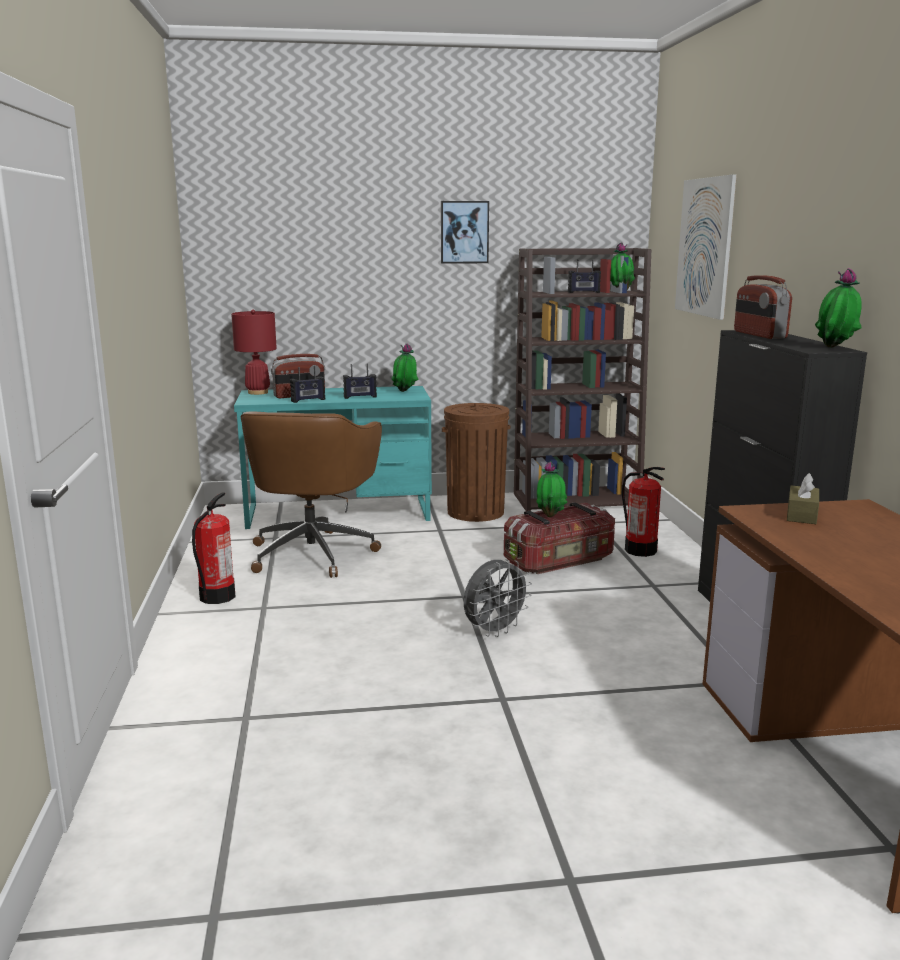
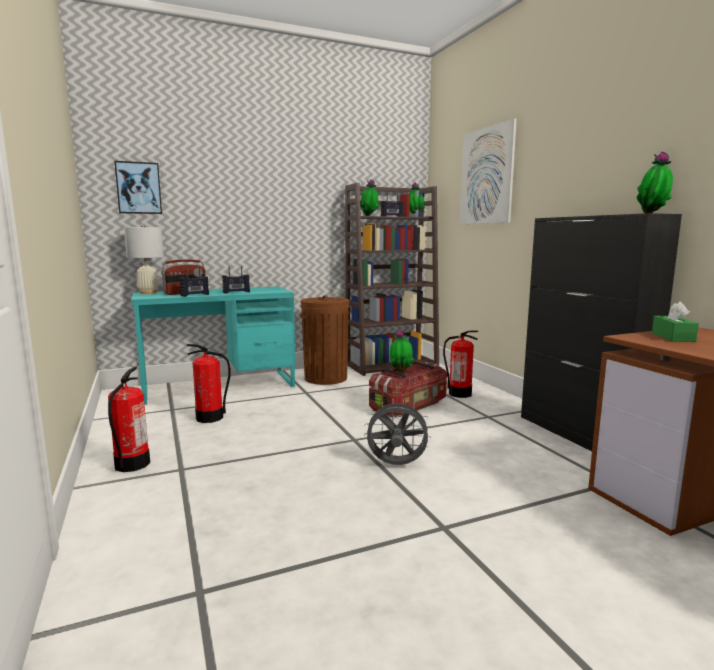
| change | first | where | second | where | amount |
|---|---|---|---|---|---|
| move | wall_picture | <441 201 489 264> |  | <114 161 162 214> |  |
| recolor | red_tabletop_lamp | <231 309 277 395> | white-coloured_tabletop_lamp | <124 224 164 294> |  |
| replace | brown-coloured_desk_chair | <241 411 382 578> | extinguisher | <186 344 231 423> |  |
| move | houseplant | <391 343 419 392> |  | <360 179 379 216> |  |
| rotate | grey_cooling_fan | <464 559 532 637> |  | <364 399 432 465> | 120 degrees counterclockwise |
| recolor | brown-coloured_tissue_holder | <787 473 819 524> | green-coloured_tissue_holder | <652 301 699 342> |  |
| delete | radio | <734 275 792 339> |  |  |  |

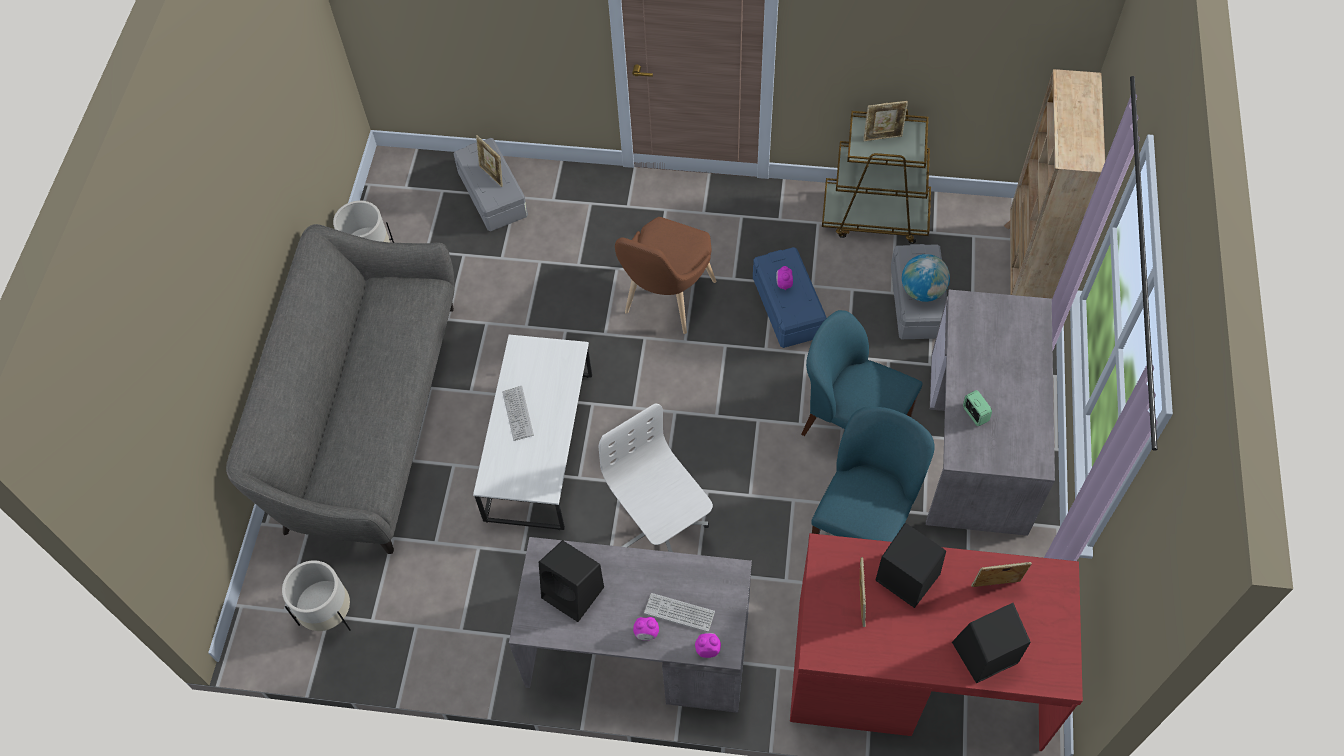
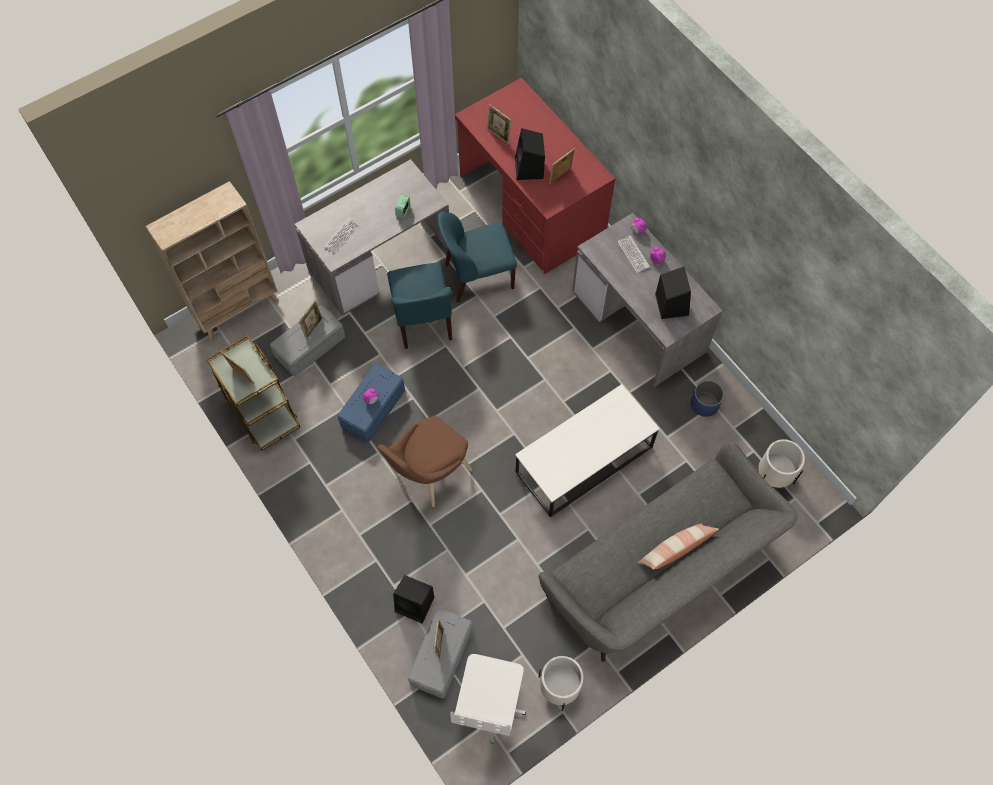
| change | first | where | second | where | amount |
|---|---|---|---|---|---|
| replace | desk_globe | <902 254 950 302> | photo_frame | <299 300 323 340> |  |
| move | keyboard | <502 386 534 441> |  | <324 218 360 254> |  |
| rotate | brown-coloured_plain_chair | <615 217 716 334> |  | <377 416 472 507> | 150 degrees clockwise |
| move | black_loudspeaker | <952 603 1031 683> |  | <393 575 434 624> |  |
| move | white-coloured_desk_chair | <599 404 713 552> |  | <450 654 526 744> |  |
| insert |  |  | cushion | <638 524 719 570> |  |
| insert |  |  | blue_flower_pot | <691 380 724 417> |  |

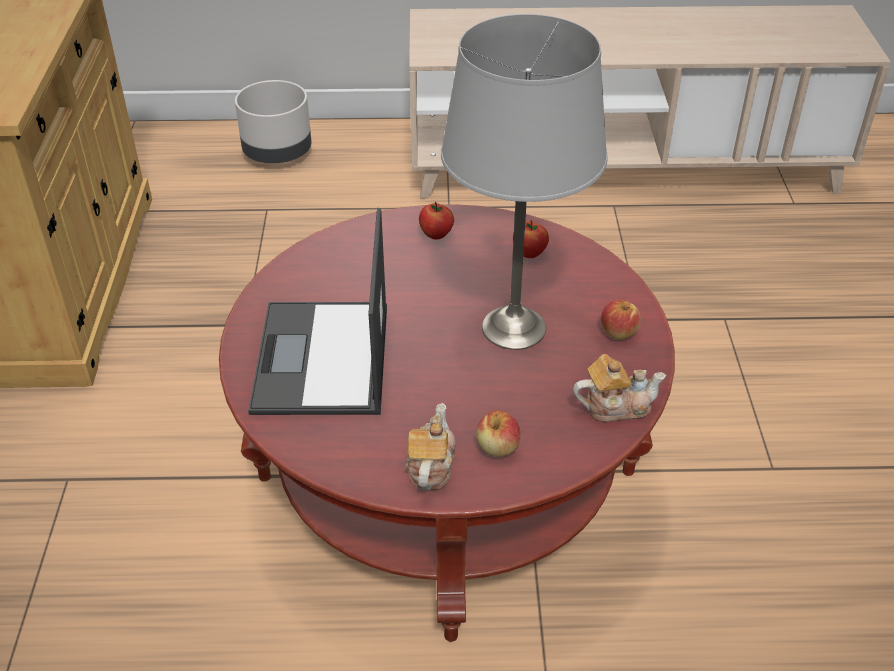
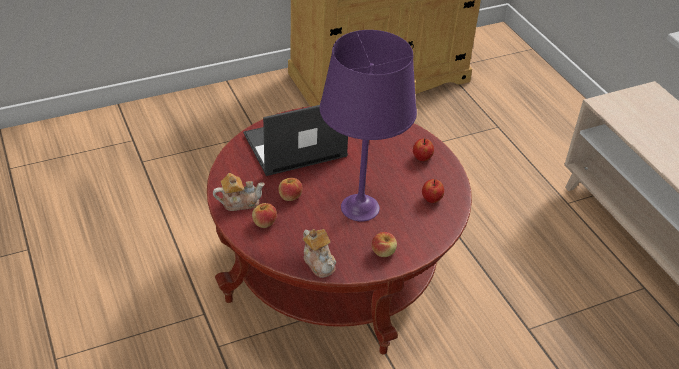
| change | first | where | second | where | amount |
|---|---|---|---|---|---|
| insert |  |  | apple_fruit | <279 178 303 201> |  |
| recolor | grey_tabletop_lamp | <441 14 607 350> | purple_tabletop_lamp | <320 30 417 222> |  |
| delete | grey_flower_pot | <235 80 312 163> |  |  |  |

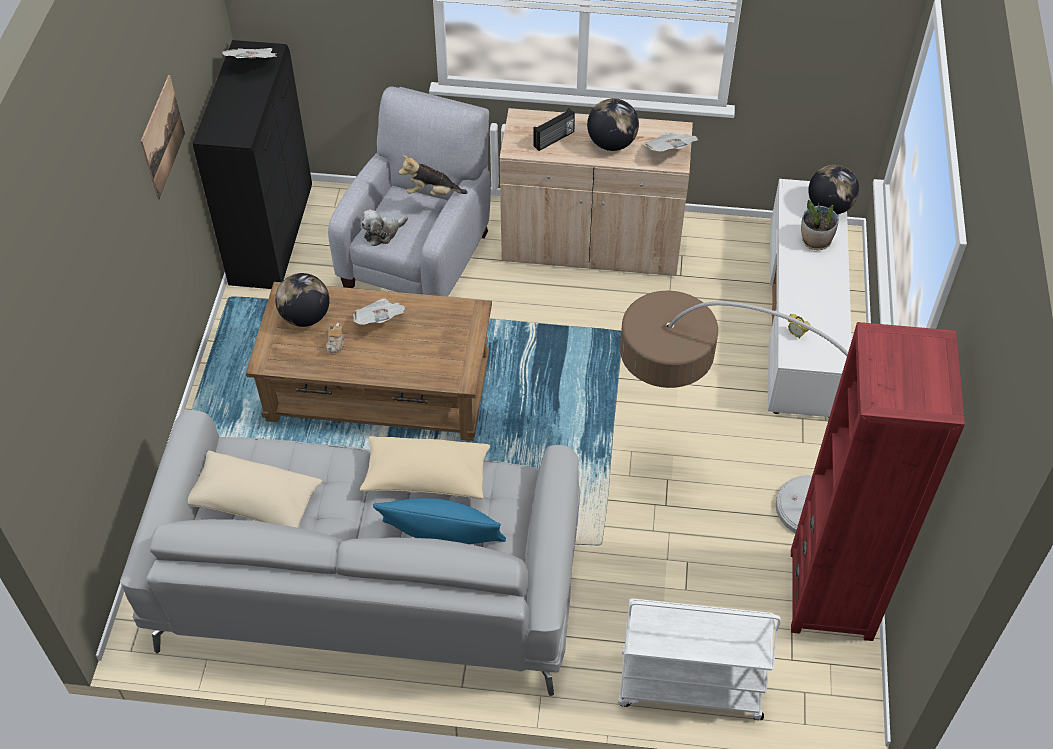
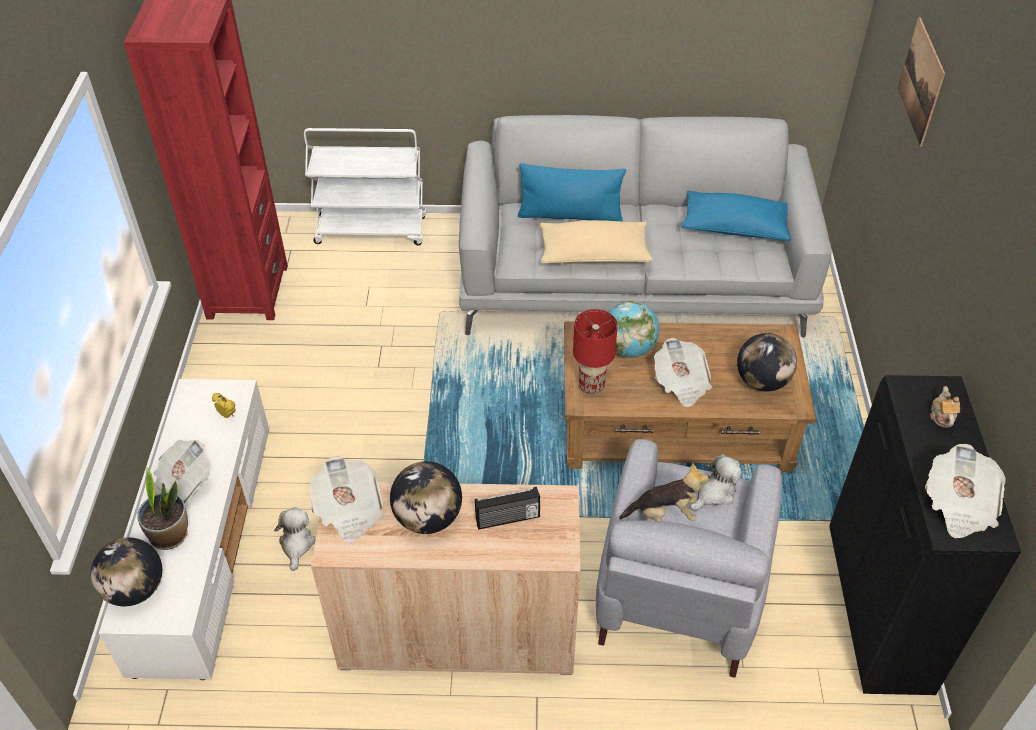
| change | first | where | second | where | amount |
|---|---|---|---|---|---|
| insert |  |  | printed_paper | <147 440 210 503> |  |
| insert |  |  | plush_toy | <274 508 316 571> |  |
| rotate | radio | <533 108 575 151> |  | <475 487 540 530> | 150 degrees counterclockwise |
| insert |  |  | red_tabletop_lamp | <573 309 618 394> |  |
| insert |  |  | desk_globe | <609 301 659 358> |  |
| recolor | beige_cushion | <188 451 322 528> | blue_cushion | <681 191 791 241> |  |
| move | wall_picture | <141 75 185 200> |  | <898 17 945 147> |  |
| move | tea_pot | <326 323 345 355> |  | <930 386 960 427> |  |
| delete | floor_lamp | <620 291 848 533> |  |  |  |

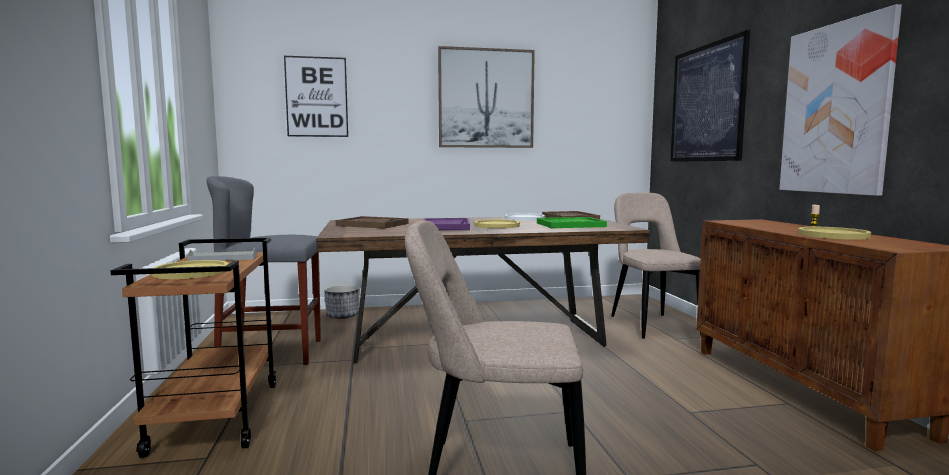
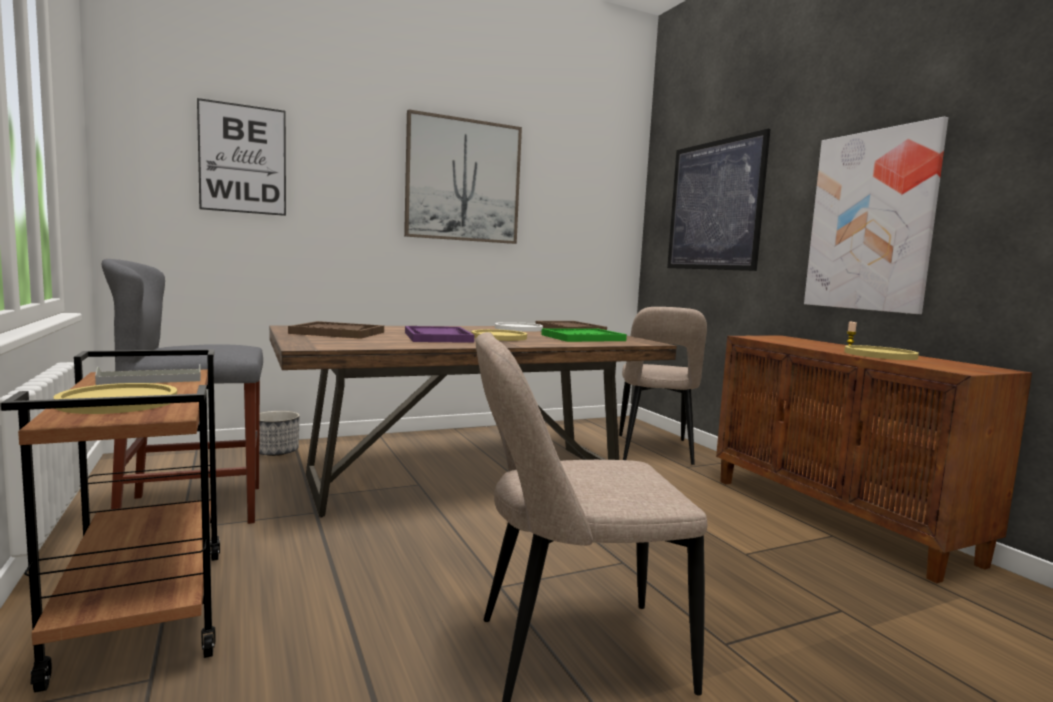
| change | first | where | second | where | amount |
|---|---|---|---|---|---|
| rotate | beige_plain_chair | <611 192 701 339> |  | <619 307 707 465> | 150 degrees counterclockwise |

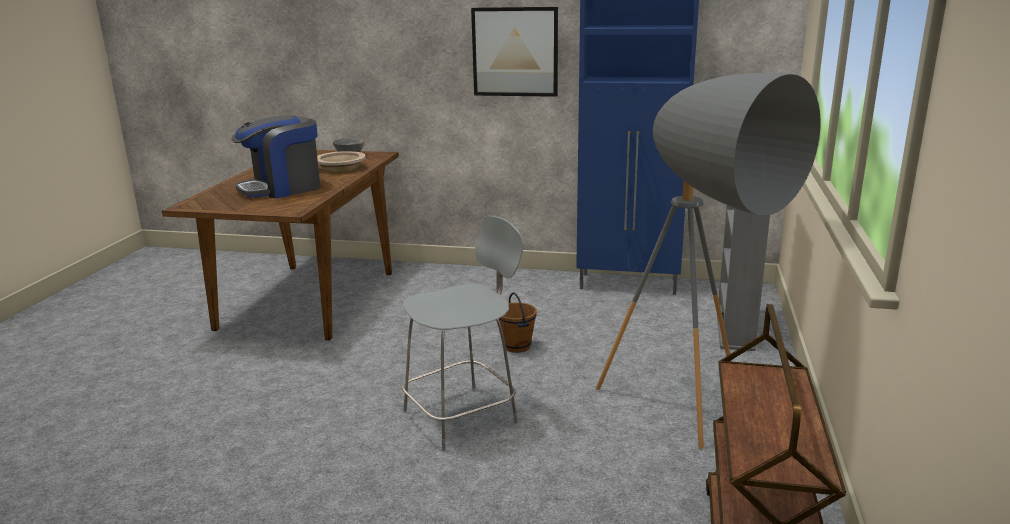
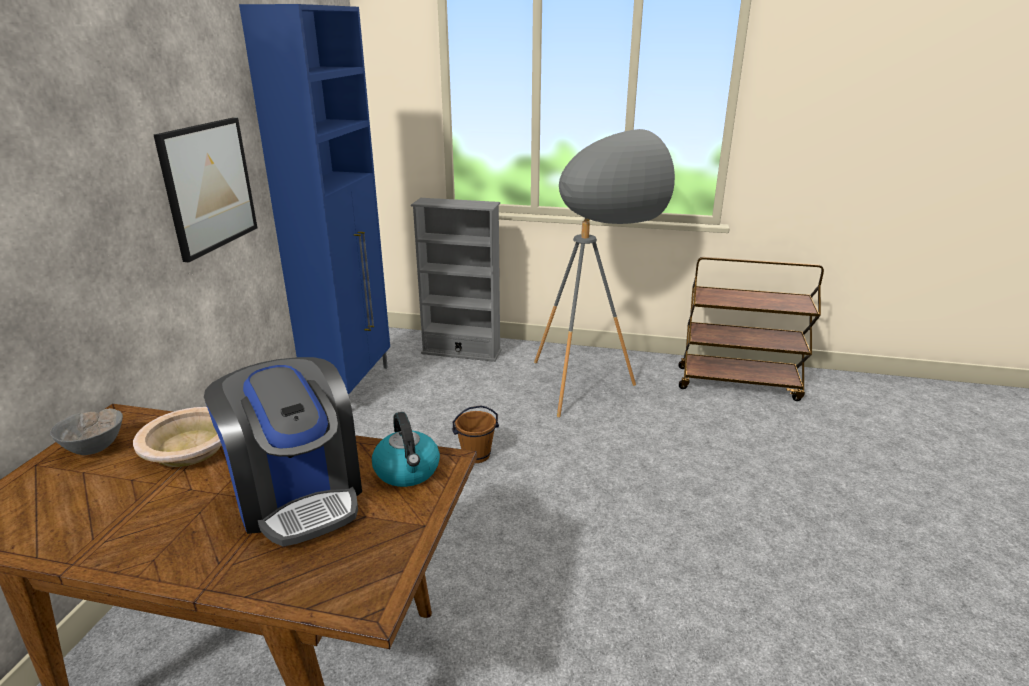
| change | first | where | second | where | amount |
|---|---|---|---|---|---|
| insert |  |  | water_kettle | <372 412 440 487> |  |
| delete | grey_plain_chair | <402 216 523 451> |  |  |  |

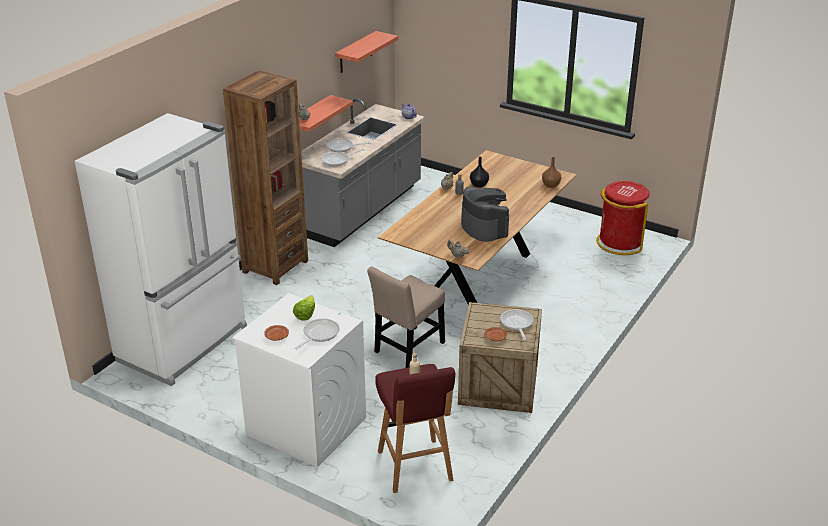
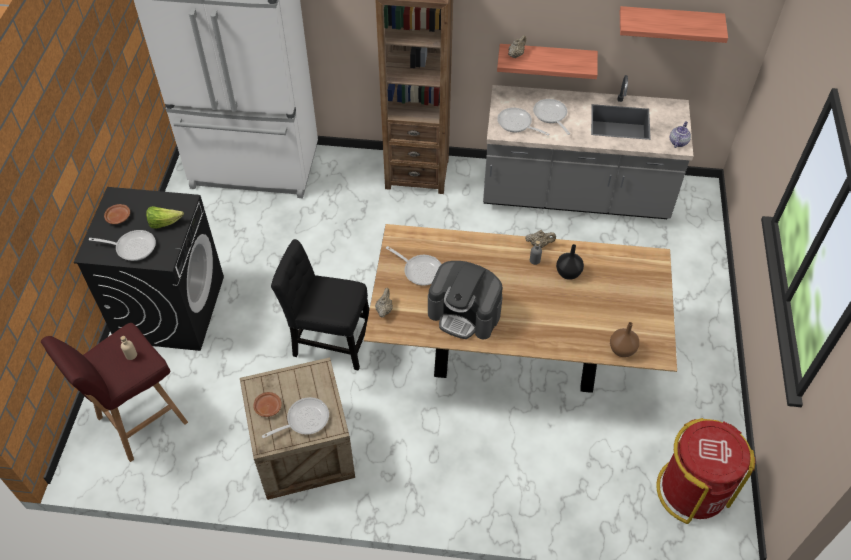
| change | first | where | second | where | amount |
|---|---|---|---|---|---|
| recolor | white-coloured_laundry_machine | <232 293 366 467> | black_laundry_machine | <74 187 224 351> |  |
| recolor | beige_plain_chair | <367 267 445 368> | black_plain_chair | <271 239 369 370> |  |
| insert |  |  | pan | <386 246 441 286> |  |
| rotate | coffee_brewer | <461 186 509 242> |  | <428 261 502 339> | 75 degrees clockwise |

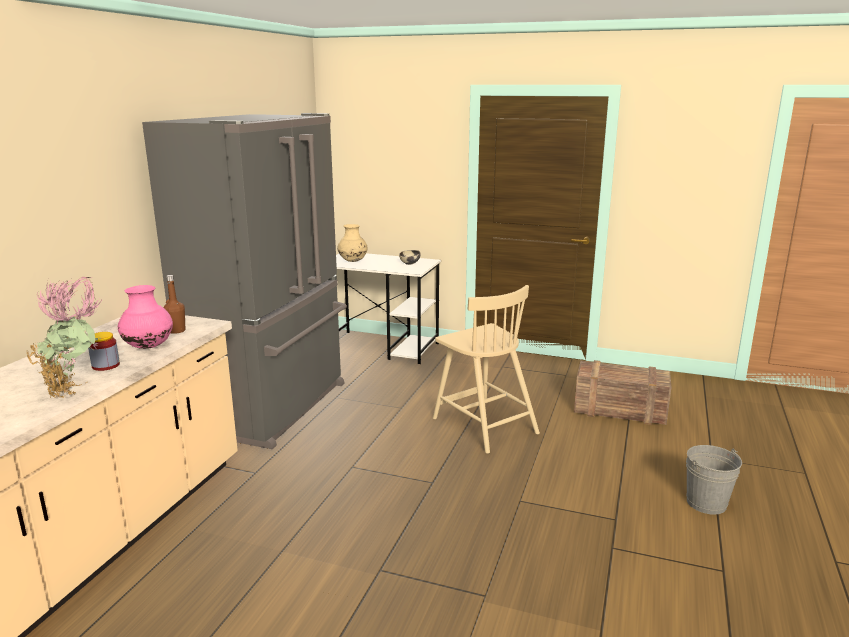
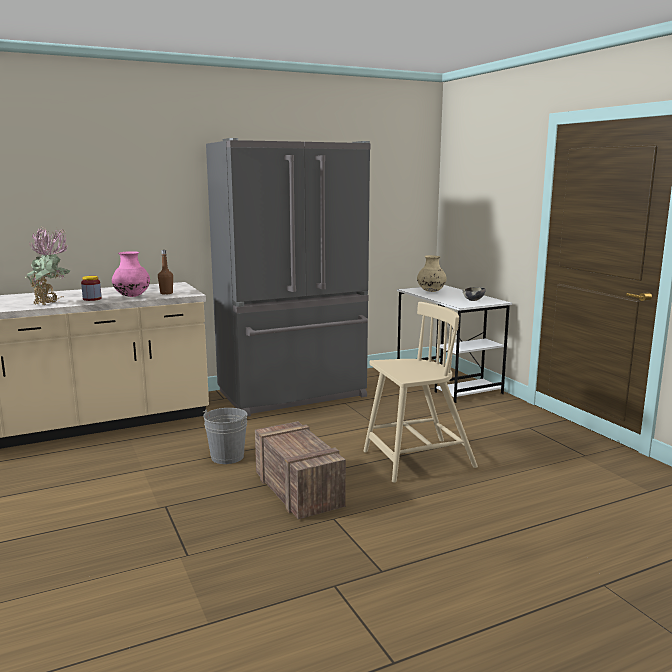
| change | first | where | second | where | amount |
|---|---|---|---|---|---|
| move | grey_pail | <686 445 742 515> |  | <203 408 247 464> |  |
| move | packing_crate | <574 360 671 425> |  | <255 421 346 519> |  |
| rotate | beige_plain_chair | <433 285 540 454> |  | <363 302 478 483> | 120 degrees counterclockwise |

